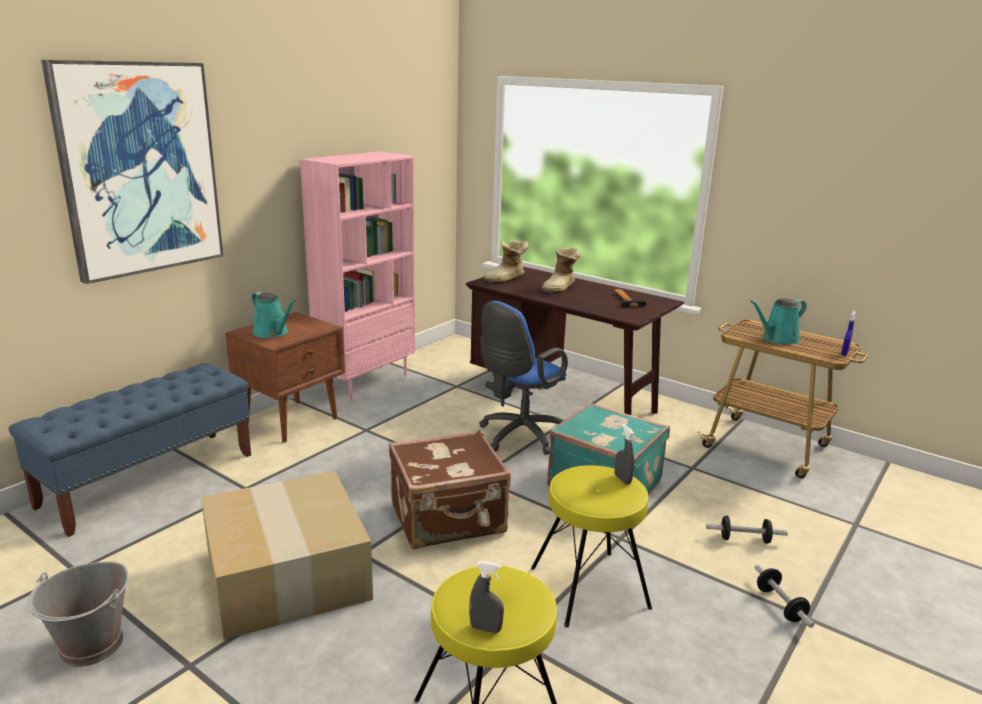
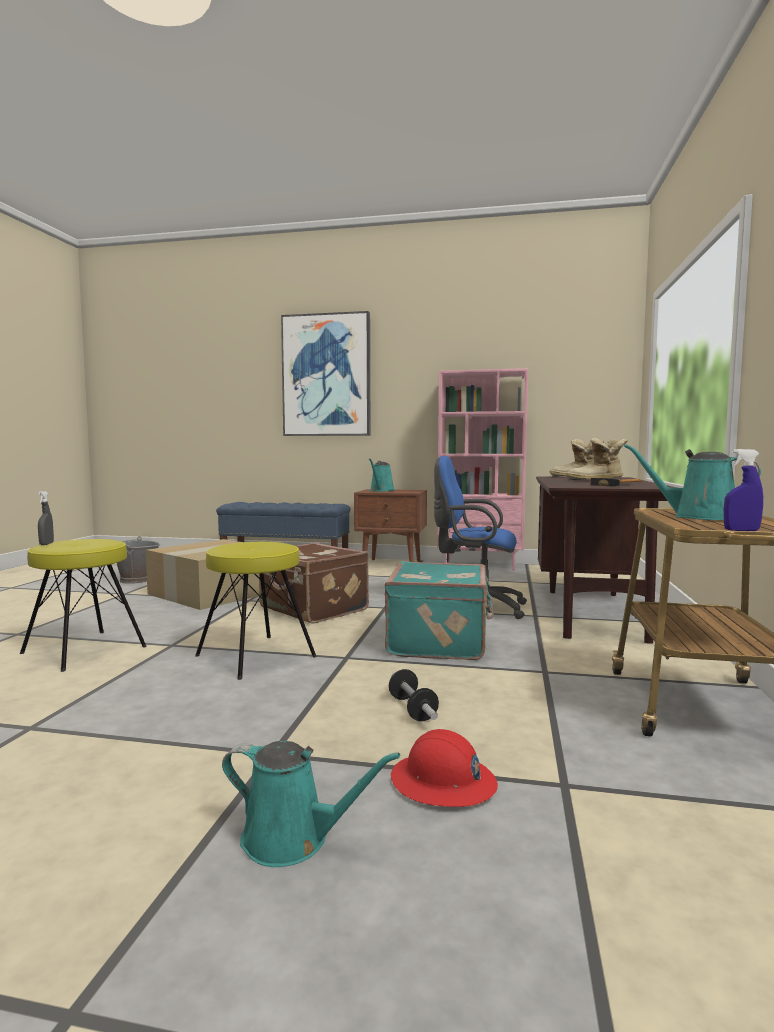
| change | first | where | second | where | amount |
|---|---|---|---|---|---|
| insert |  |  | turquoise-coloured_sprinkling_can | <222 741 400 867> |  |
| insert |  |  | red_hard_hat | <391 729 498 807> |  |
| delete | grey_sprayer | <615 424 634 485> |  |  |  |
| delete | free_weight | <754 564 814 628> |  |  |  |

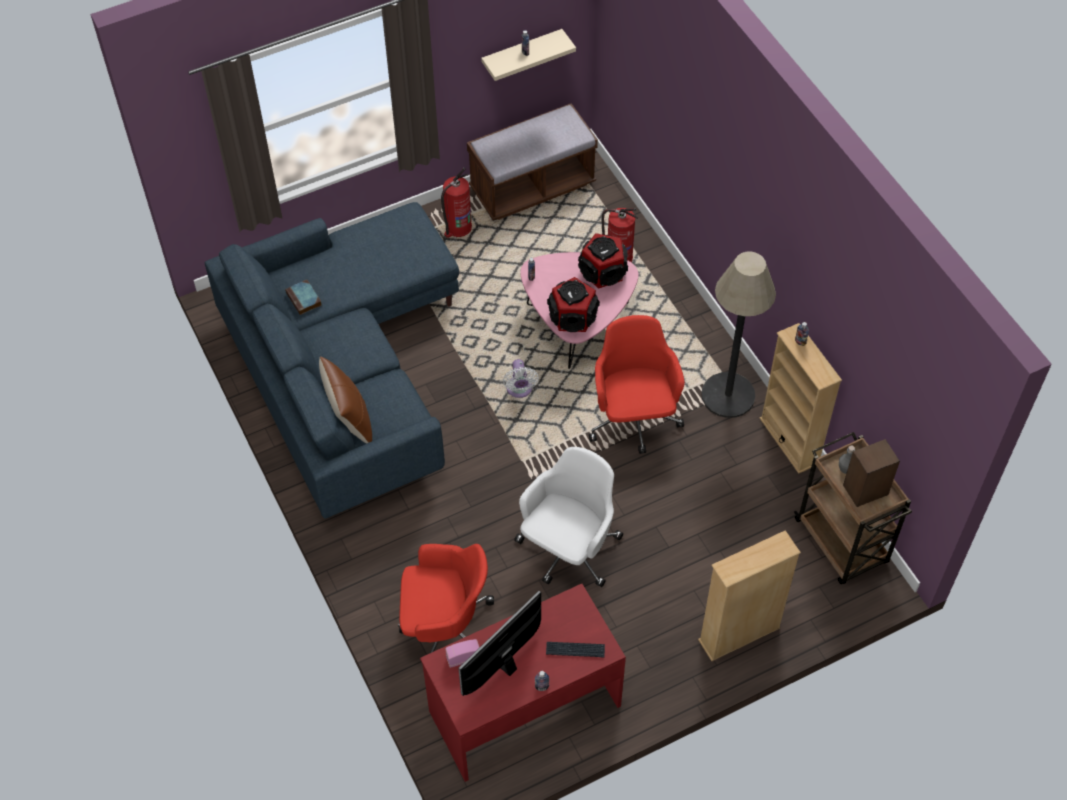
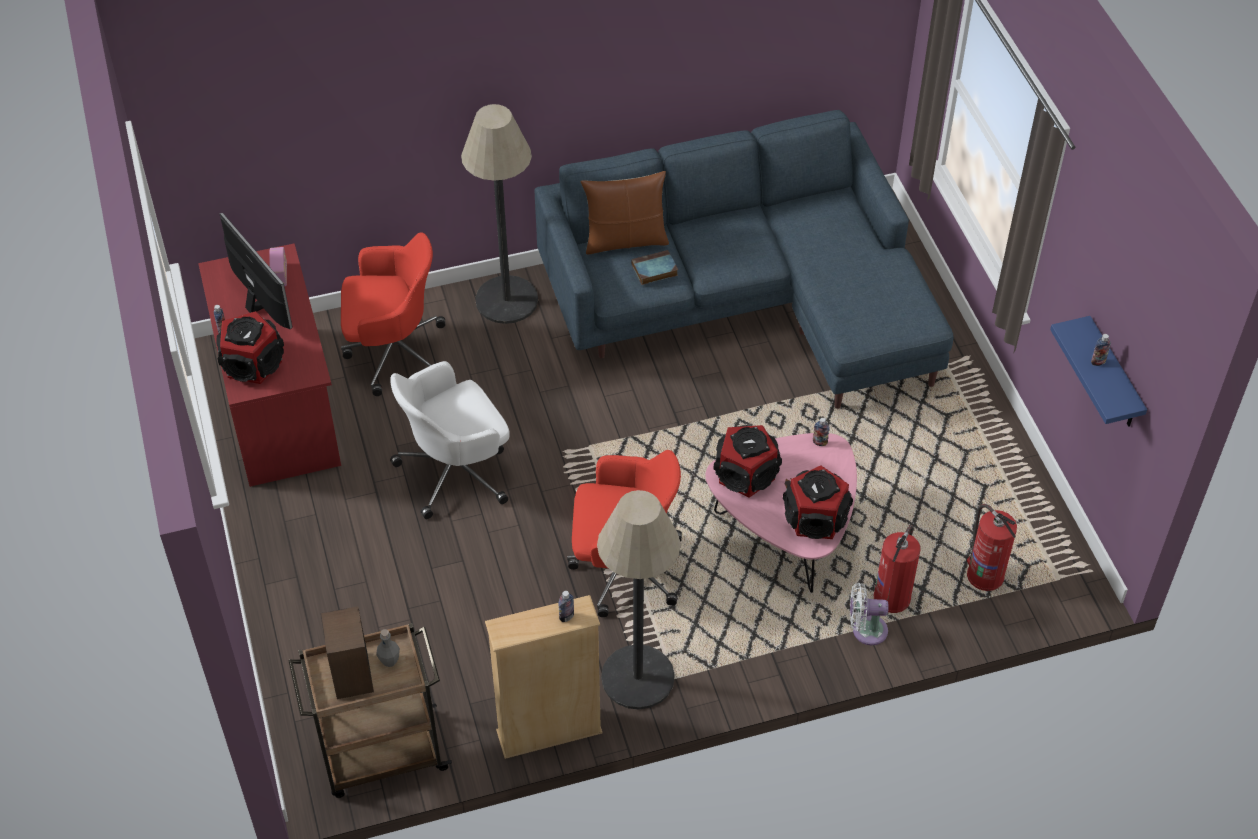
| change | first | where | second | where | amount |
|---|---|---|---|---|---|
| replace | keyboard | <546 642 605 658> | loudspeaker | <216 311 284 384> |  |
| rotate | red_desk_chair | <398 544 494 653> |  | <341 232 445 396> | 105 degrees counterclockwise |
| rotate | white-coloured_desk_chair | <514 447 623 587> |  | <390 361 510 519> | 105 degrees clockwise |
| insert |  |  | floor_lamp | <461 104 538 324> |  |
| move | volume | <285 280 322 315> |  | <631 250 678 285> |  |
| move | white-coloured_cooling_fan | <503 359 539 398> |  | <850 583 888 645> |  |
| move | extinguisher | <441 168 472 238> |  | <967 504 1017 591> |  |
| recolor | beige_shelf | <481 29 576 81> | blue_shelf | <1050 316 1147 427> |  |
| delete | brown-coloured_bench | <467 103 598 221> |  |  |  |
| delete | beige_bookshelf | <698 530 801 661> |  |  |  |

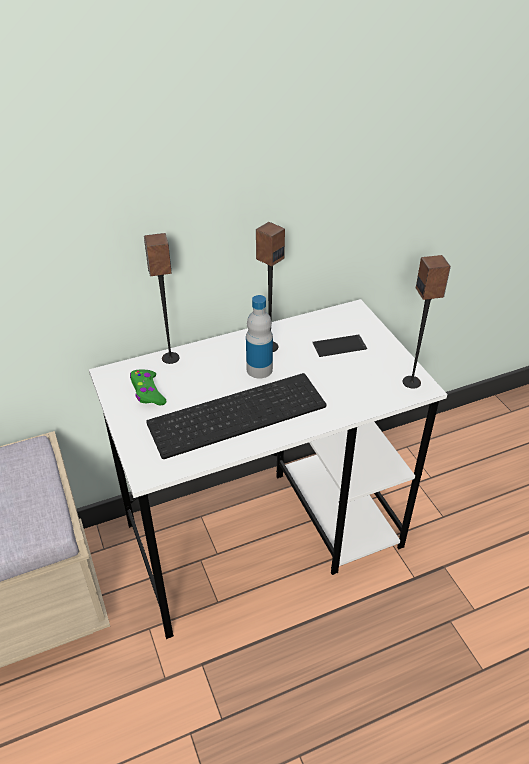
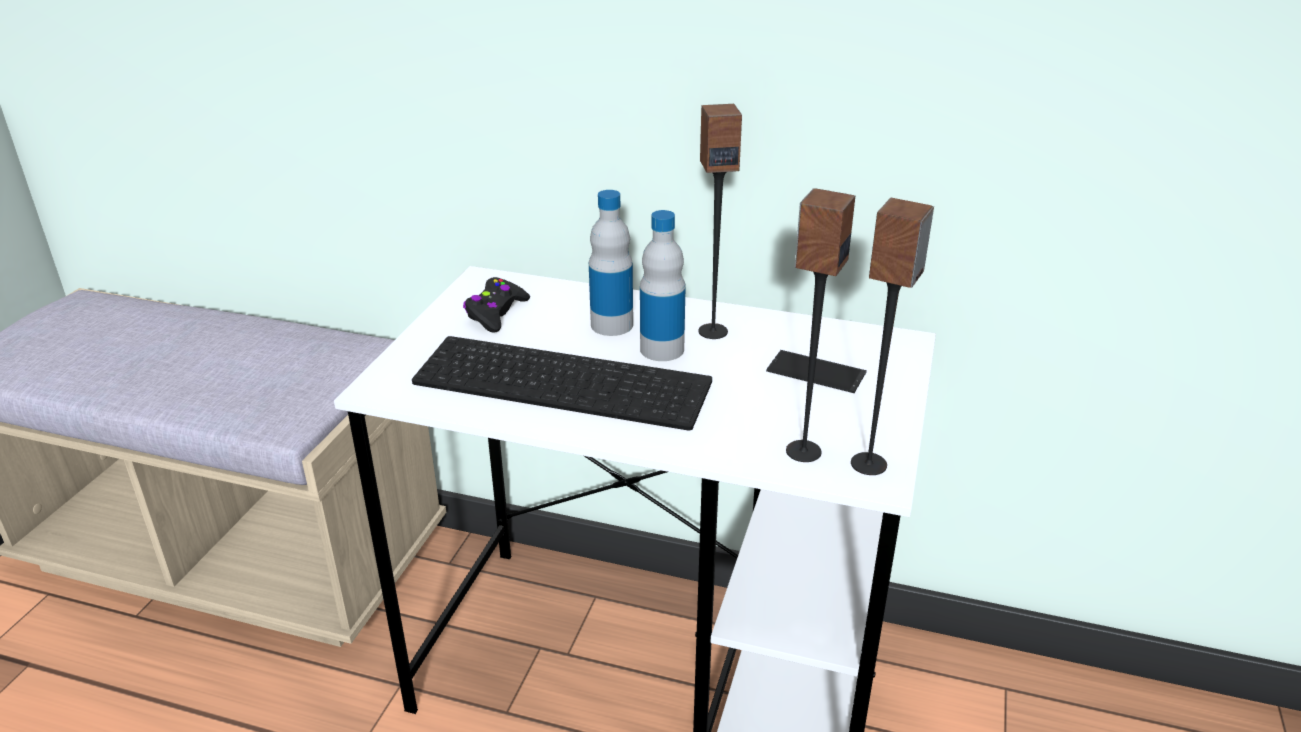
| change | first | where | second | where | amount |
|---|---|---|---|---|---|
| recolor | green-coloured_joypad | <130 370 166 405> | black_joypad | <463 277 530 333> |  |
| insert |  |  | drink_bottle | <589 190 633 336> |  |
| move | loudspeaker | <144 233 179 364> |  | <786 188 855 462> |  |

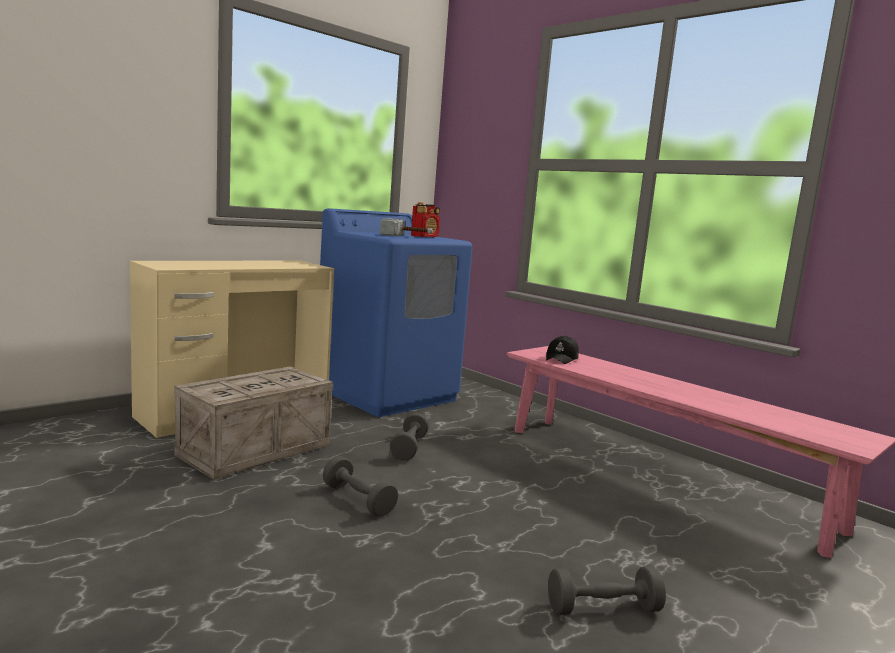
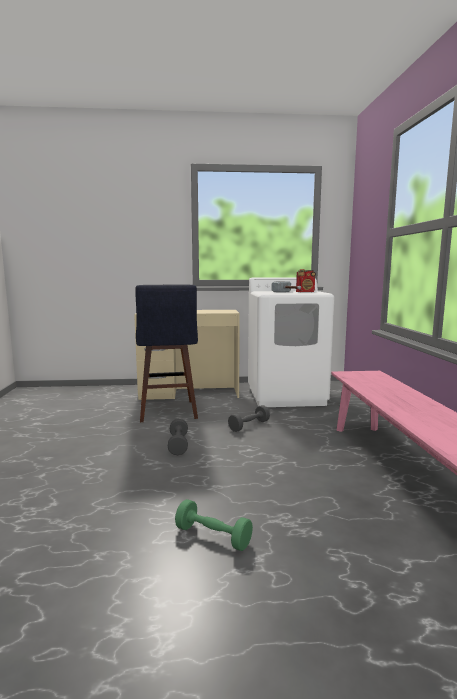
| change | first | where | second | where | amount |
|---|---|---|---|---|---|
| replace | packing_crate | <174 366 333 481> | blue_stool | <135 285 198 422> |  |
| recolor | grey_free_weight | <548 567 666 615> | green-coloured_free_weight | <175 499 253 551> |  |
| recolor | blue_laundry_machine | <320 208 472 417> | white-coloured_laundry_machine | <248 277 335 407> |  |
| delete | black_cap | <546 336 579 364> |  |  |  |

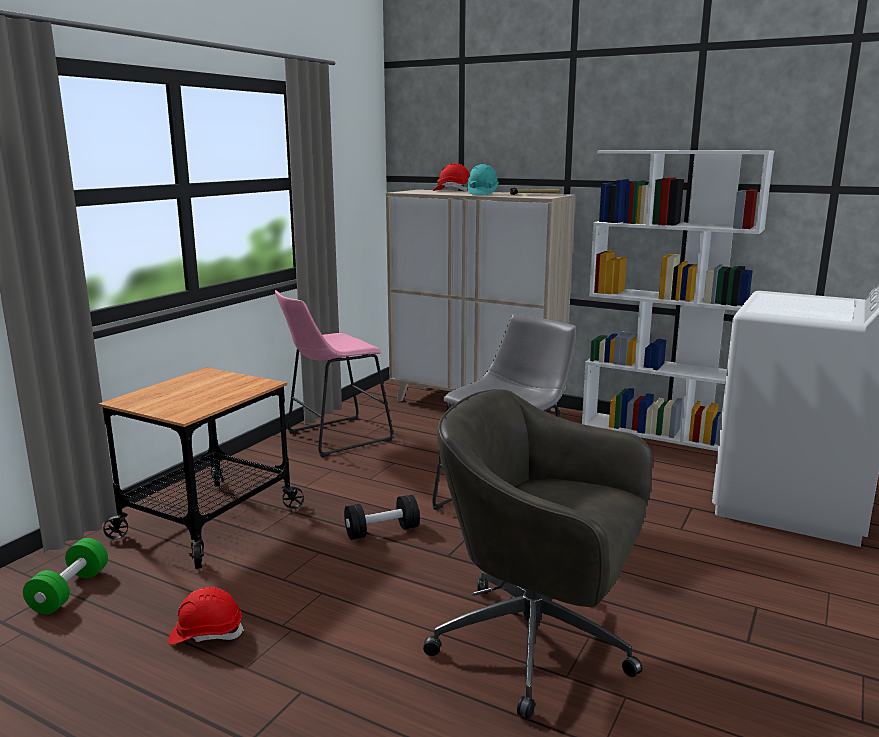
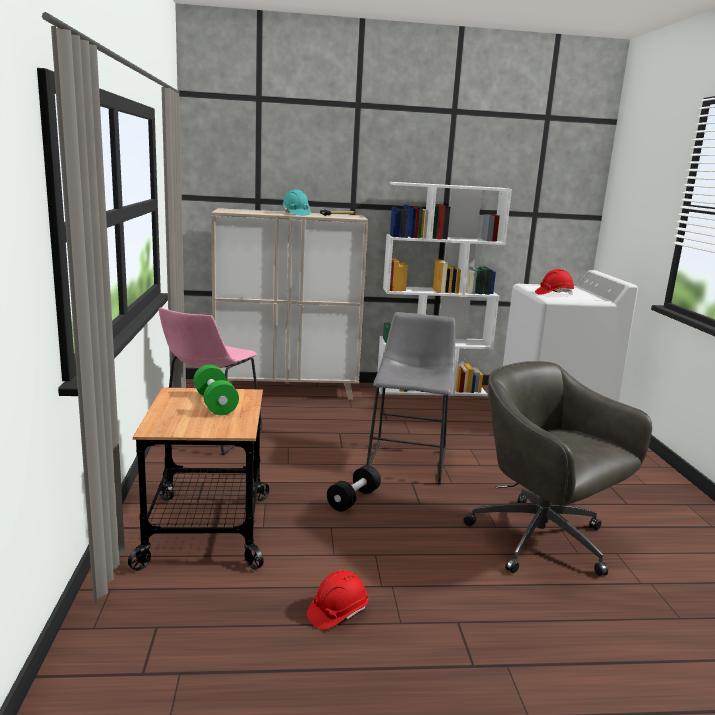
| change | first | where | second | where | amount |
|---|---|---|---|---|---|
| move | green-coloured_free_weight | <23 538 108 614> |  | <193 365 239 415> |  |
| rotate | grey_desk_chair | <423 389 653 719> |  | <463 361 652 576> | 60 degrees clockwise |
| move | red_hard_hat | <433 163 470 191> |  | <535 269 574 295> |  |

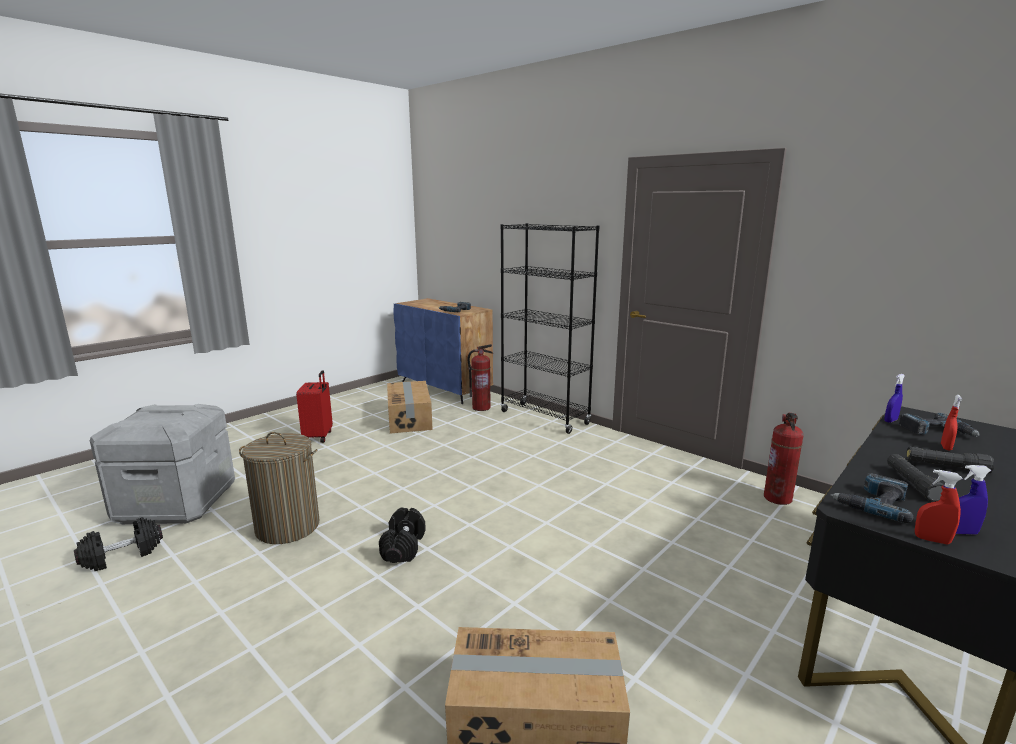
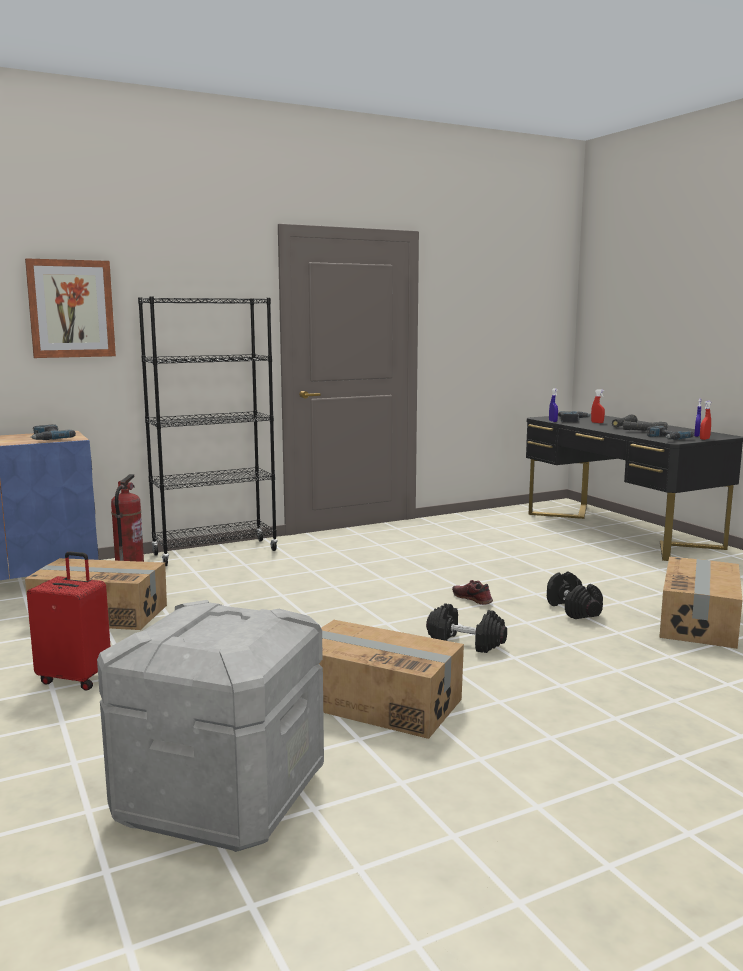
| change | first | where | second | where | amount |
|---|---|---|---|---|---|
| insert |  |  | wall_picture | <25 258 116 358> |  |
| replace | laundry_basket | <239 432 319 544> | cardboard_box | <319 620 464 739> |  |
| insert |  |  | low_shoe | <452 580 493 605> |  |
| move | black_free_weight | <74 517 163 571> |  | <547 571 603 619> |  |
| delete | extinguisher | <764 413 804 505> |  |  |  |

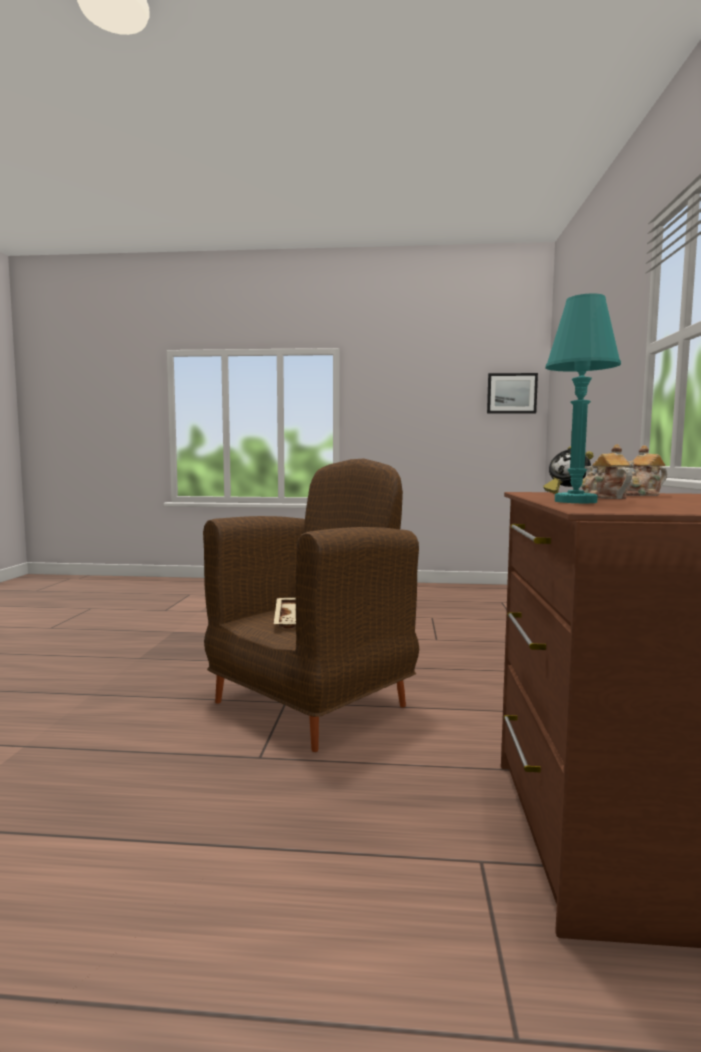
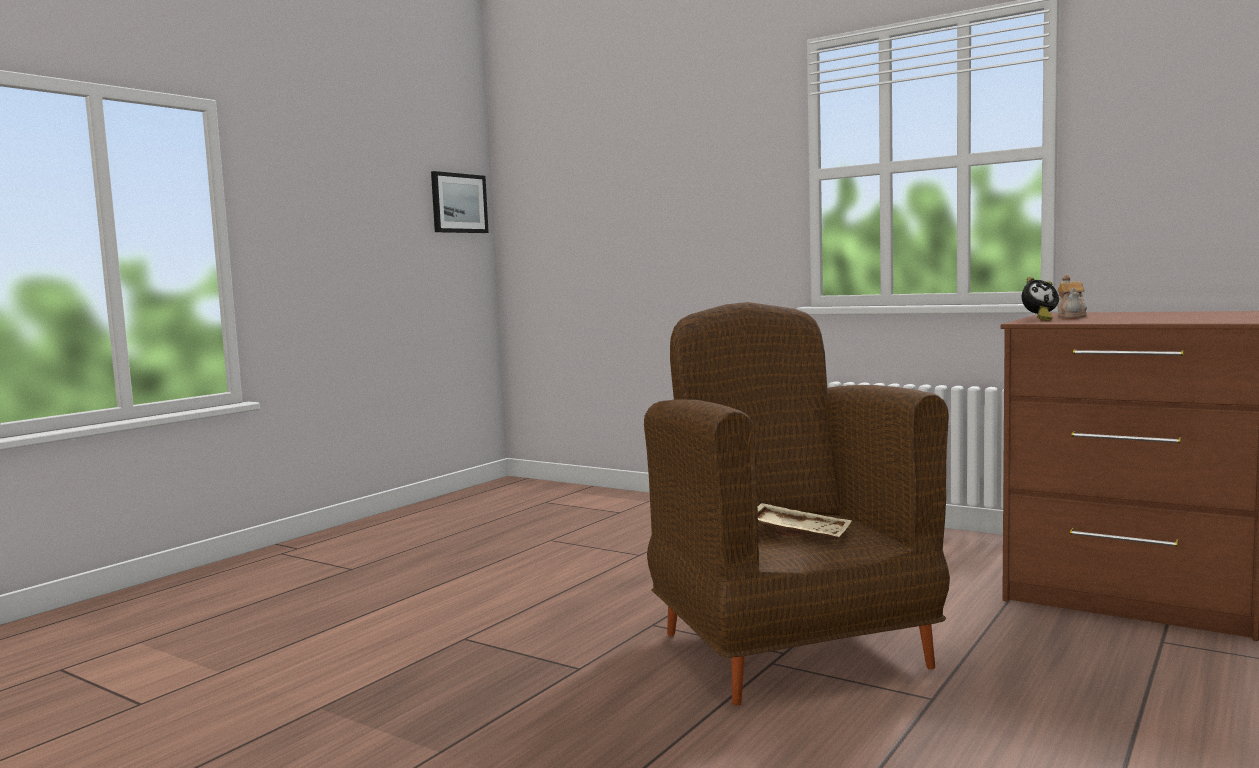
| change | first | where | second | where | amount |
|---|---|---|---|---|---|
| delete | turquoise-coloured_tabletop_lamp | <545 294 621 503> |  |  |  |
| delete | tea_pot | <581 444 632 499> |  |  |  |

